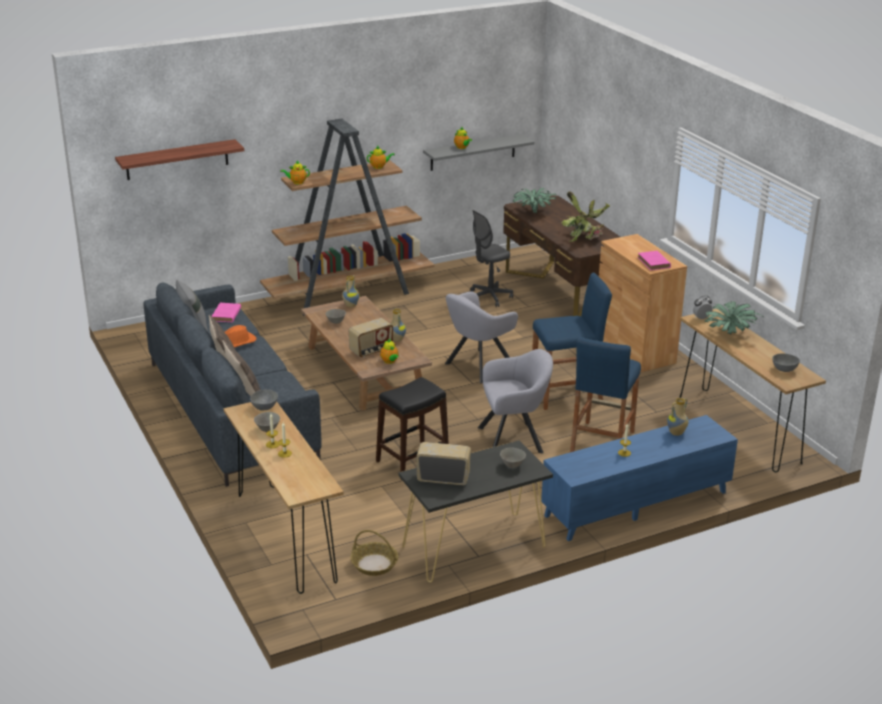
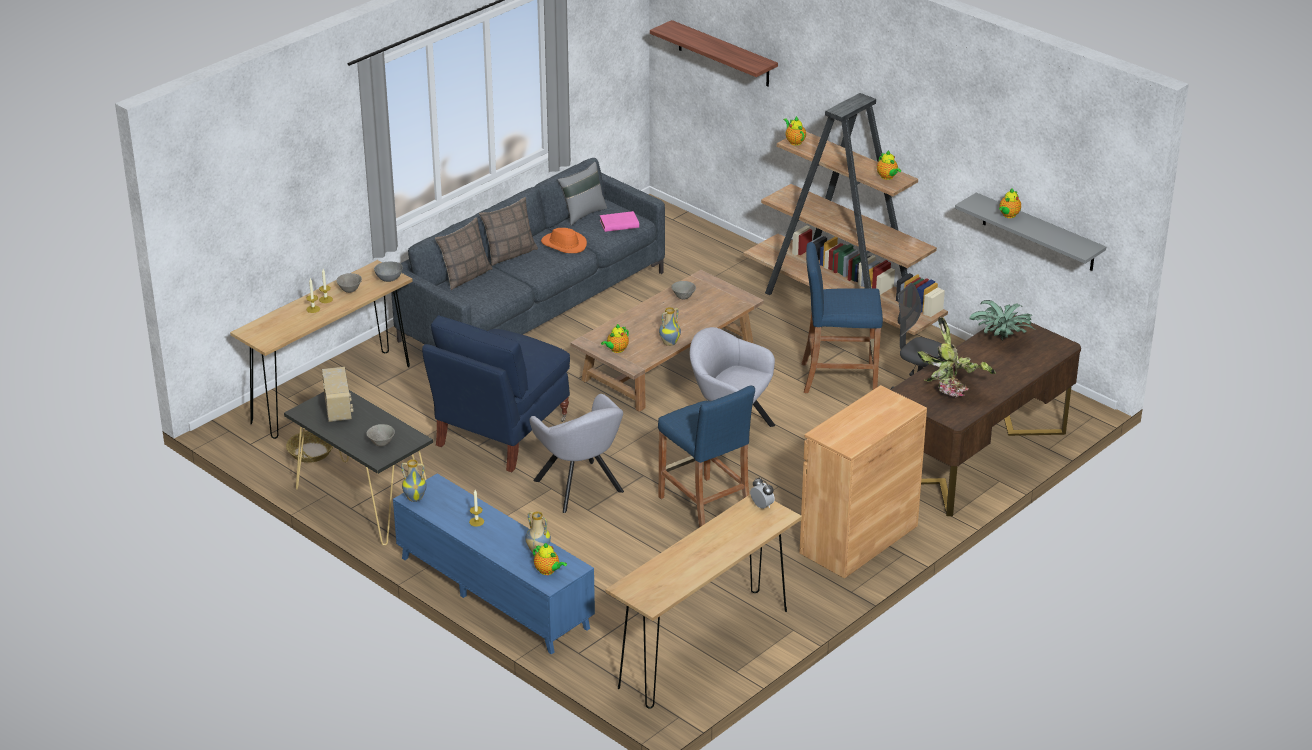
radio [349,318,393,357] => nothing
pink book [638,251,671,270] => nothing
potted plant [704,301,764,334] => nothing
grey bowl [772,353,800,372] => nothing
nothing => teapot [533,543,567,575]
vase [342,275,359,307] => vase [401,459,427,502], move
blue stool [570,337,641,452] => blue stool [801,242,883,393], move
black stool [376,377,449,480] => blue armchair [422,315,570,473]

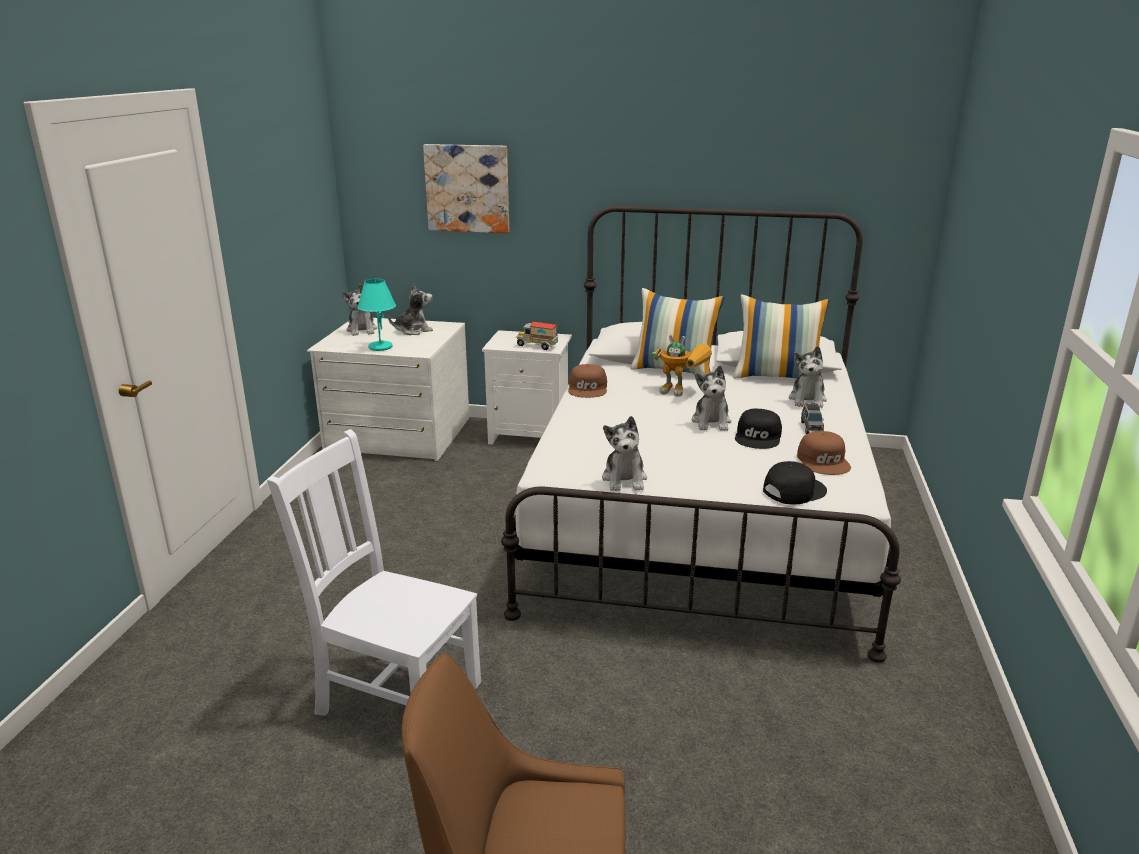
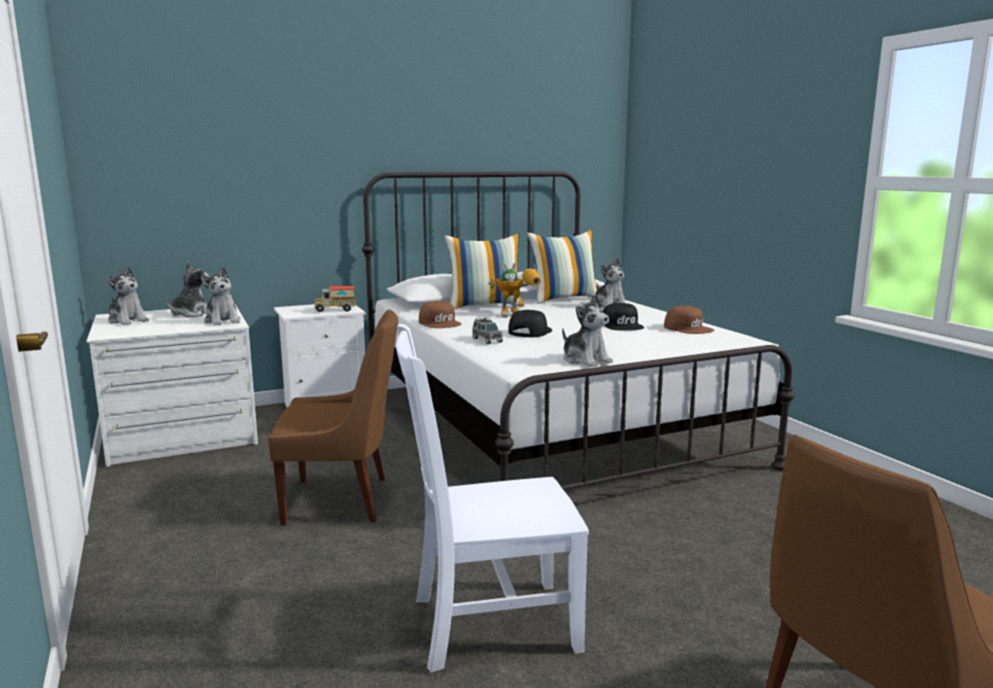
turquoise table lamp [357,279,396,351] => nothing
picture [423,144,509,233] => nothing
nothing => brown chair [268,309,398,526]
plush toy [692,366,731,431] => plush toy [201,267,241,326], move
black cap [763,461,827,505] => black cap [508,310,552,337], move
grey toy car [801,403,824,434] => grey toy car [472,318,503,344], move

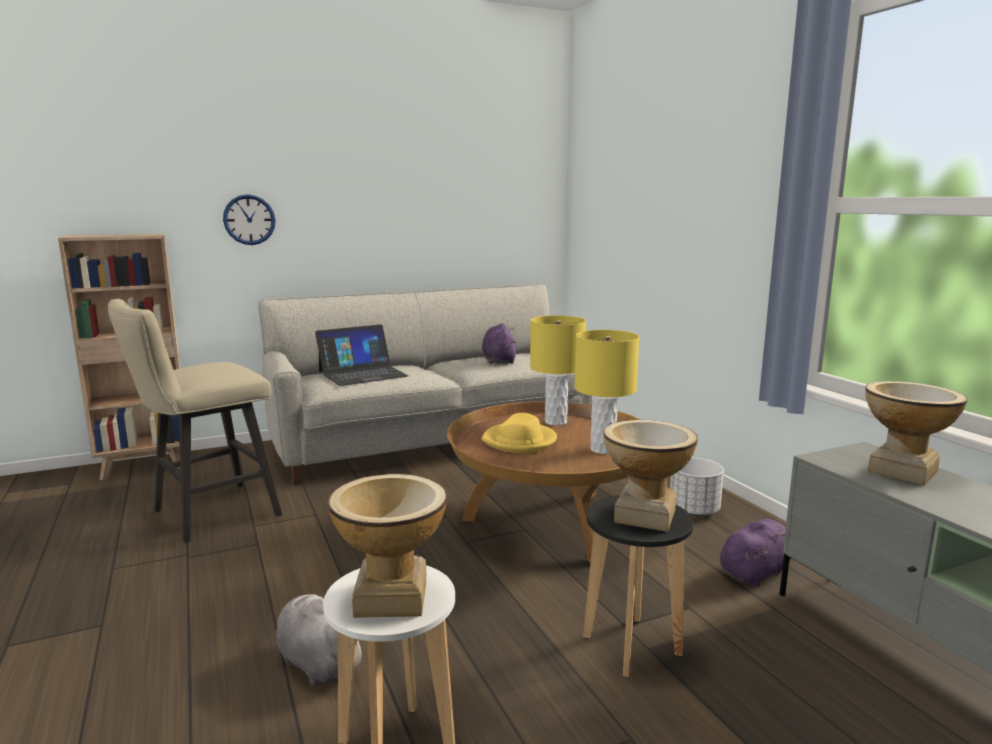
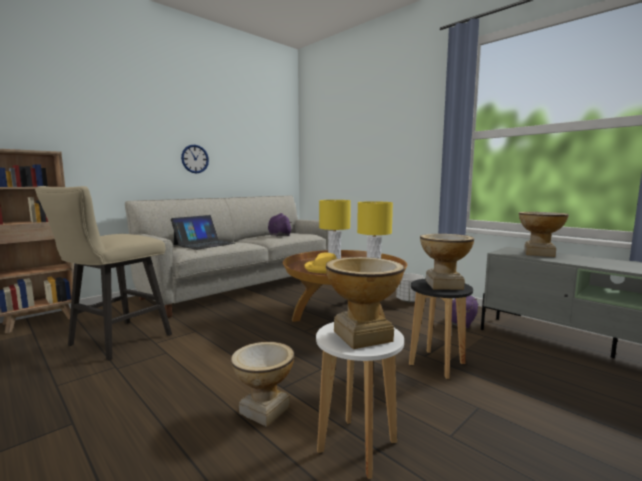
wall clock [223,194,276,245] => wall clock [181,145,209,173], move
grey plush toy [276,594,362,686] => vase [231,342,294,427]

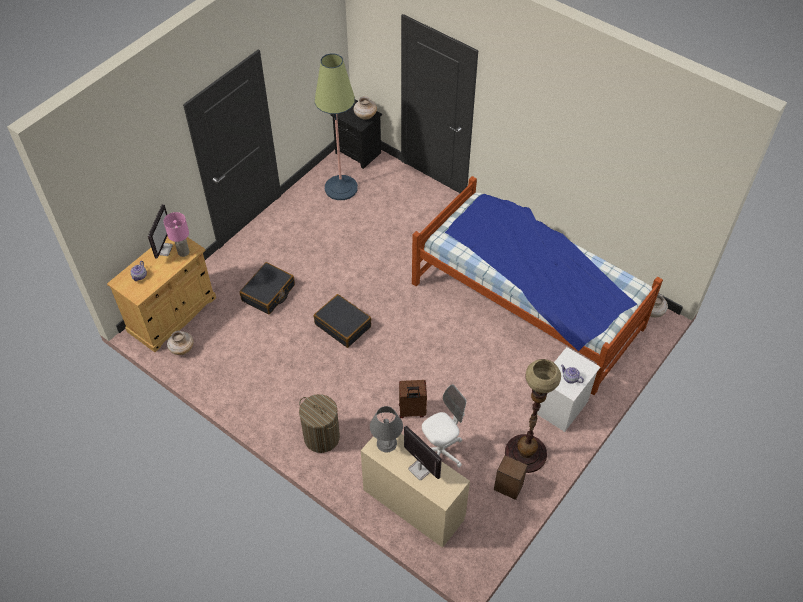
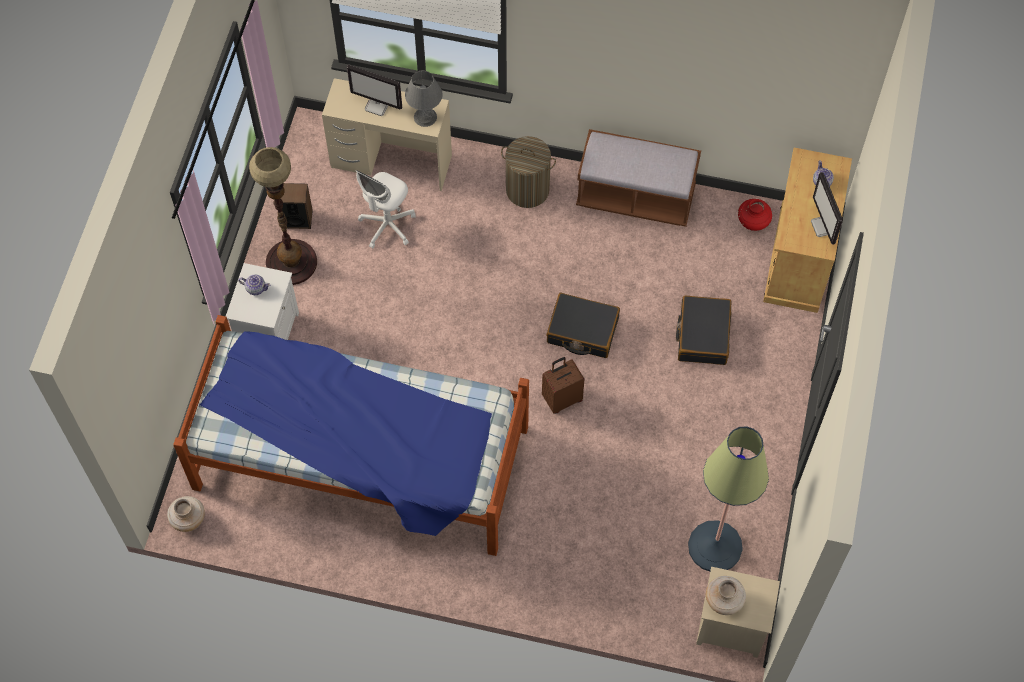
pink table lamp [164,212,189,257] => nothing
nothing => brown bench [576,129,701,227]
brown suitcase [399,380,427,418] => brown suitcase [542,357,584,414], move
beige vase [167,331,194,355] => red vase [738,199,772,231]
black nightstand [330,100,382,169] => beige nightstand [696,567,780,658]

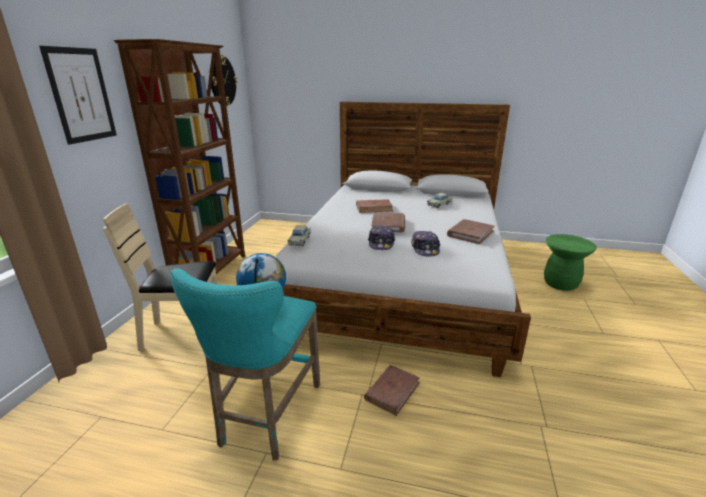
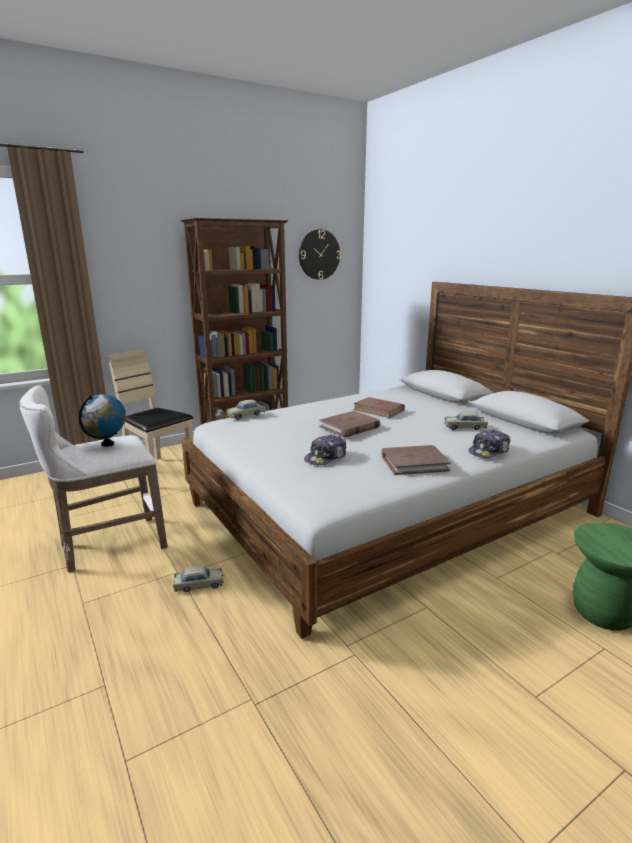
picture [39,46,117,145] => nothing
cap [368,225,395,250] => cap [468,429,510,458], move
brown book [364,365,420,416] => beige toy car [173,566,223,592]
turquoise stool [170,268,320,460] => white stool [19,385,168,573]

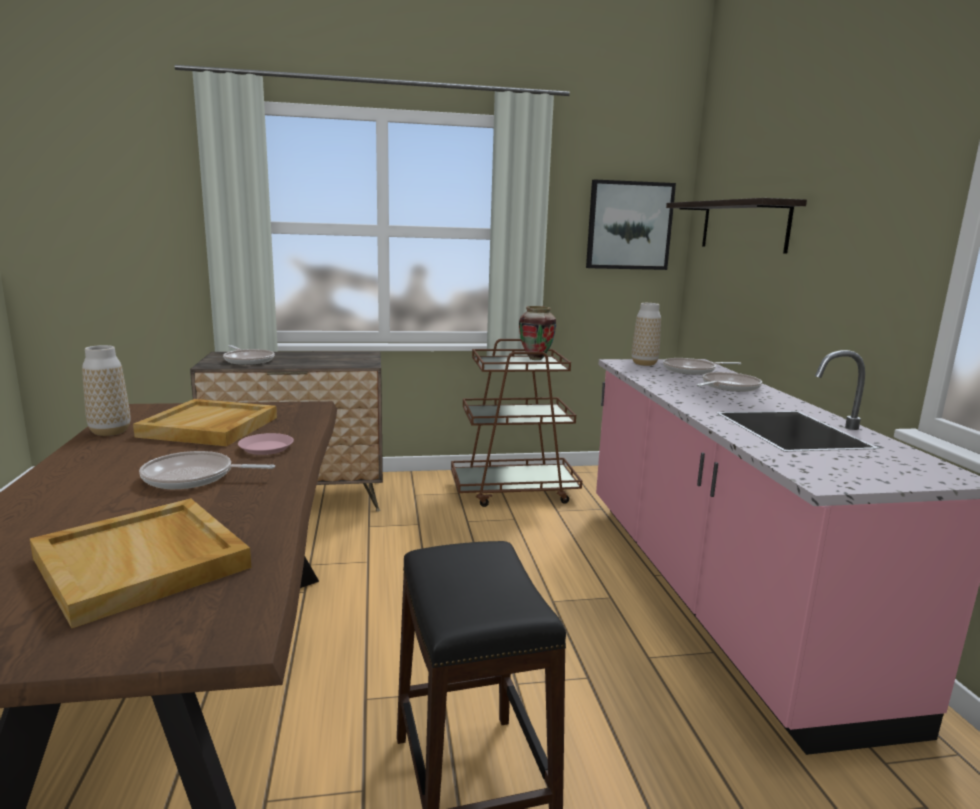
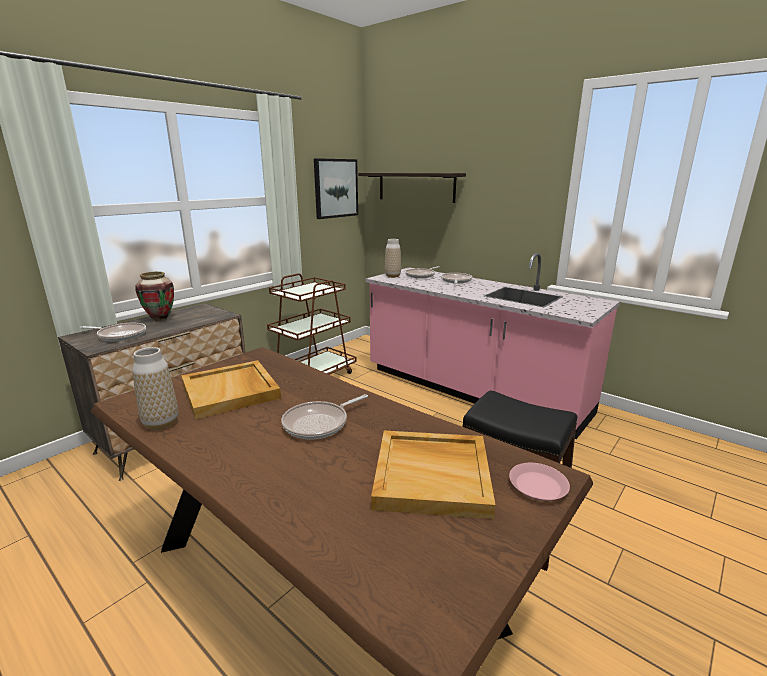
pink plate [238,433,294,455] => pink plate [509,463,570,501], move
vase [519,306,556,360] => vase [135,272,174,322], move

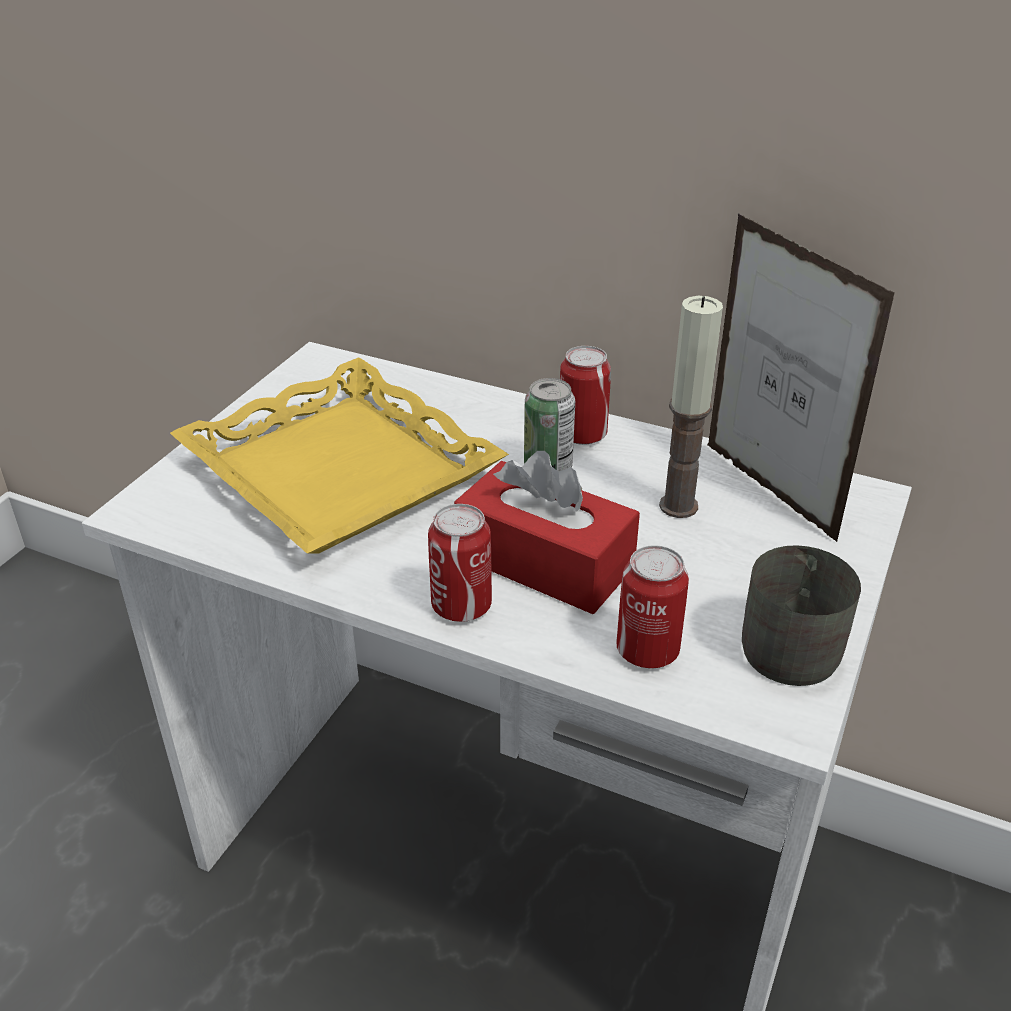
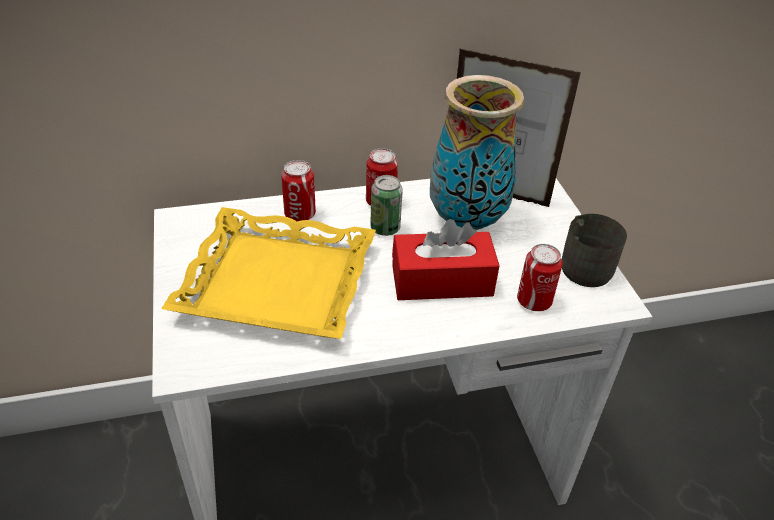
can [428,504,492,622] => can [281,160,316,221], move
candle [659,296,723,518] => vase [430,75,524,230]

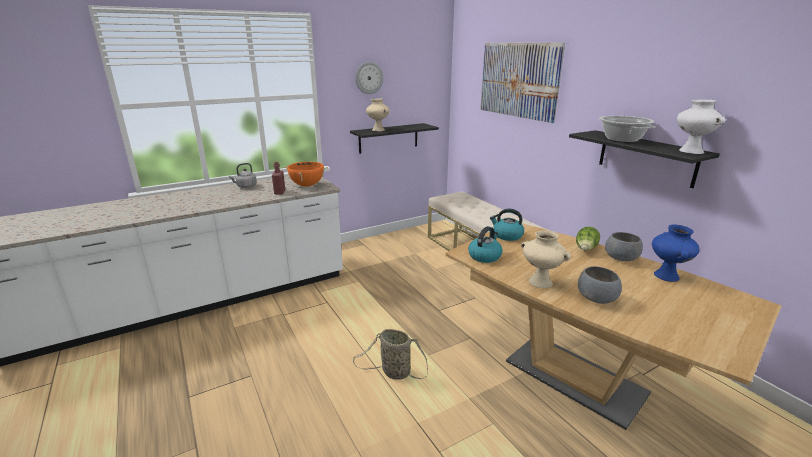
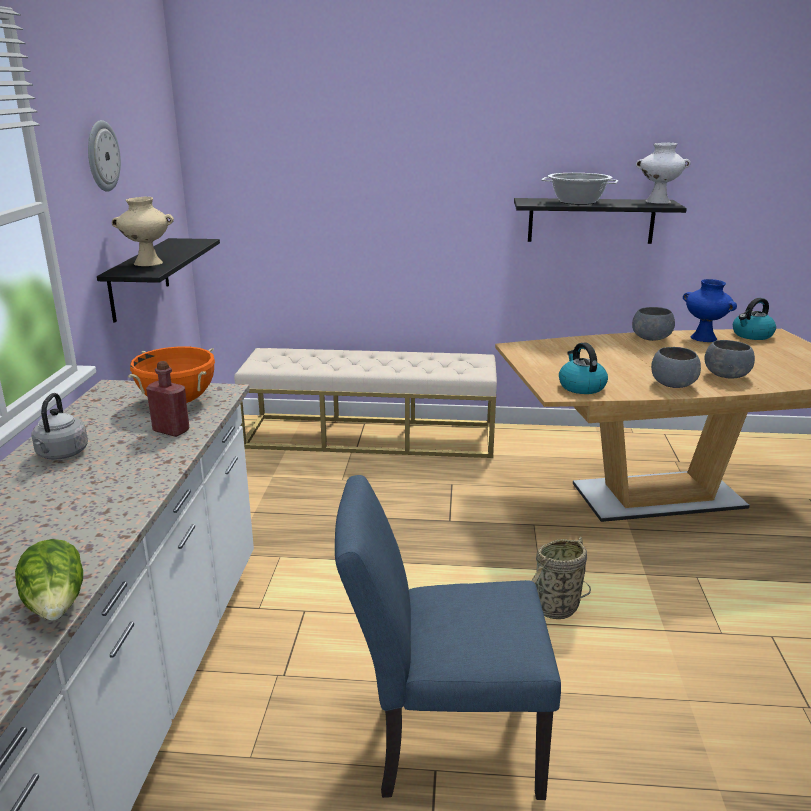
picture [480,43,565,123] => nothing
nothing => blue chair [335,475,561,800]
kettle [490,209,524,241] => kettle [733,298,776,340], move
lettuce [576,227,600,250] => lettuce [15,539,83,620], move
beige vase [521,230,572,288] => grey bowl [651,347,701,388]

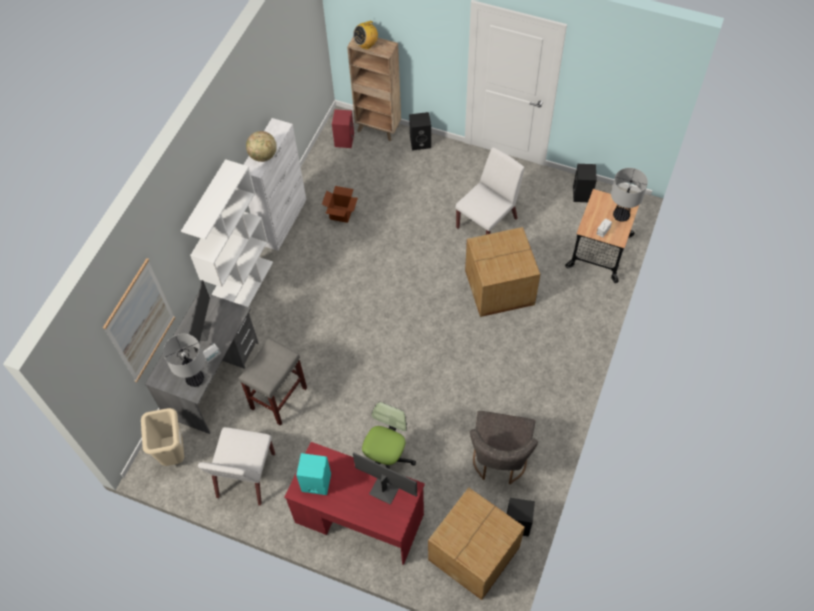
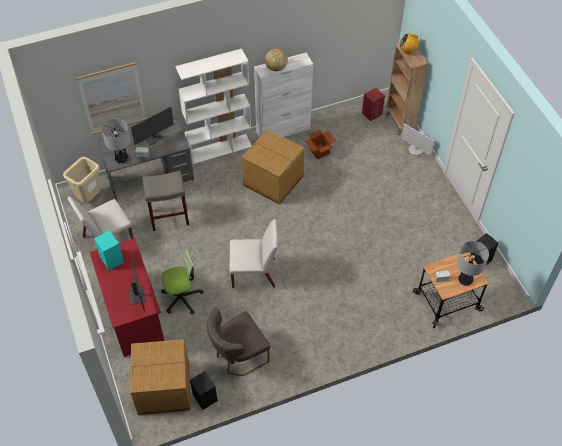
white chair [455,147,525,235] => white chair [229,219,278,288], move
cardboard box [465,227,540,317] => cardboard box [242,129,305,205], move
black speaker [409,112,431,150] => monitor [401,123,434,156]

